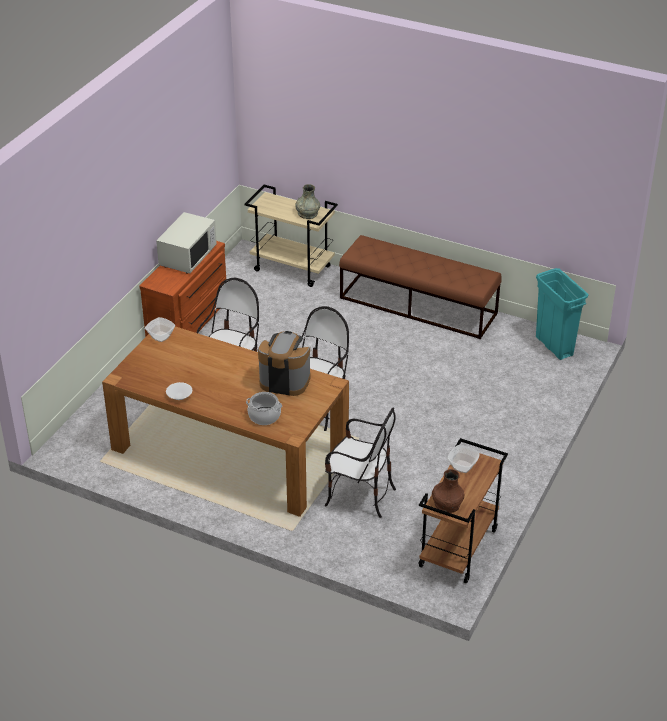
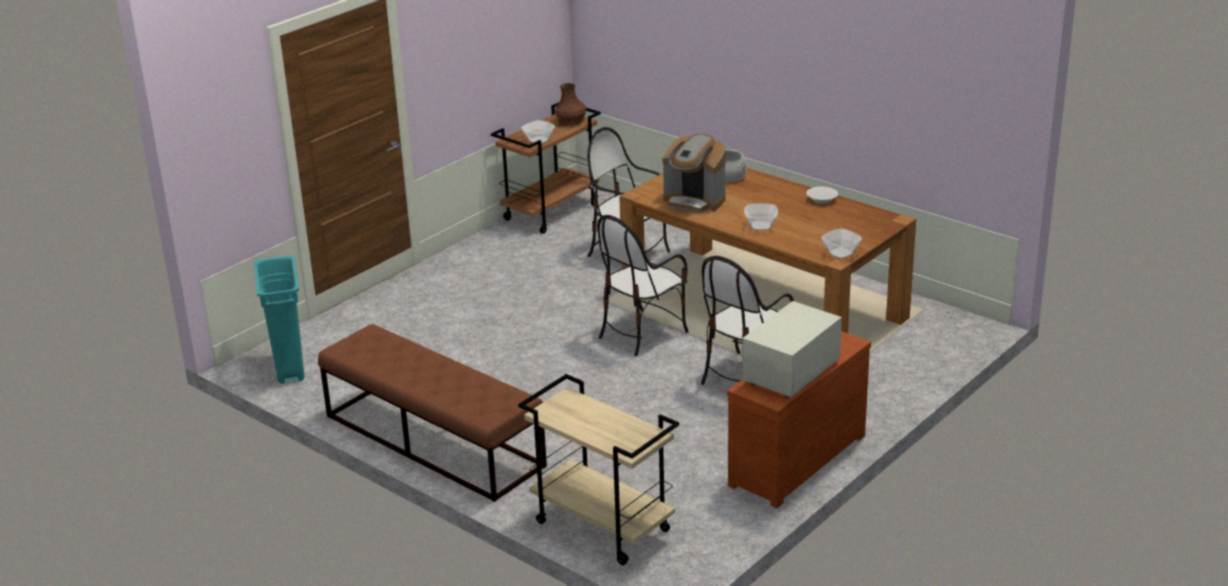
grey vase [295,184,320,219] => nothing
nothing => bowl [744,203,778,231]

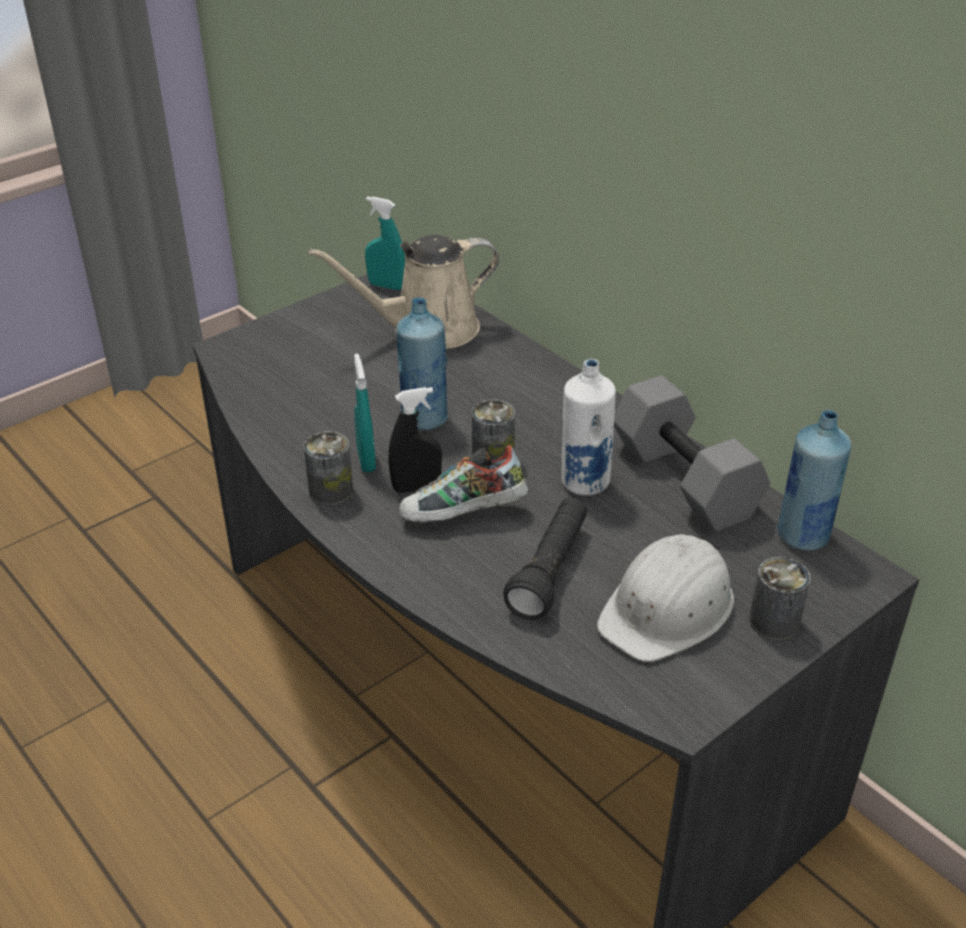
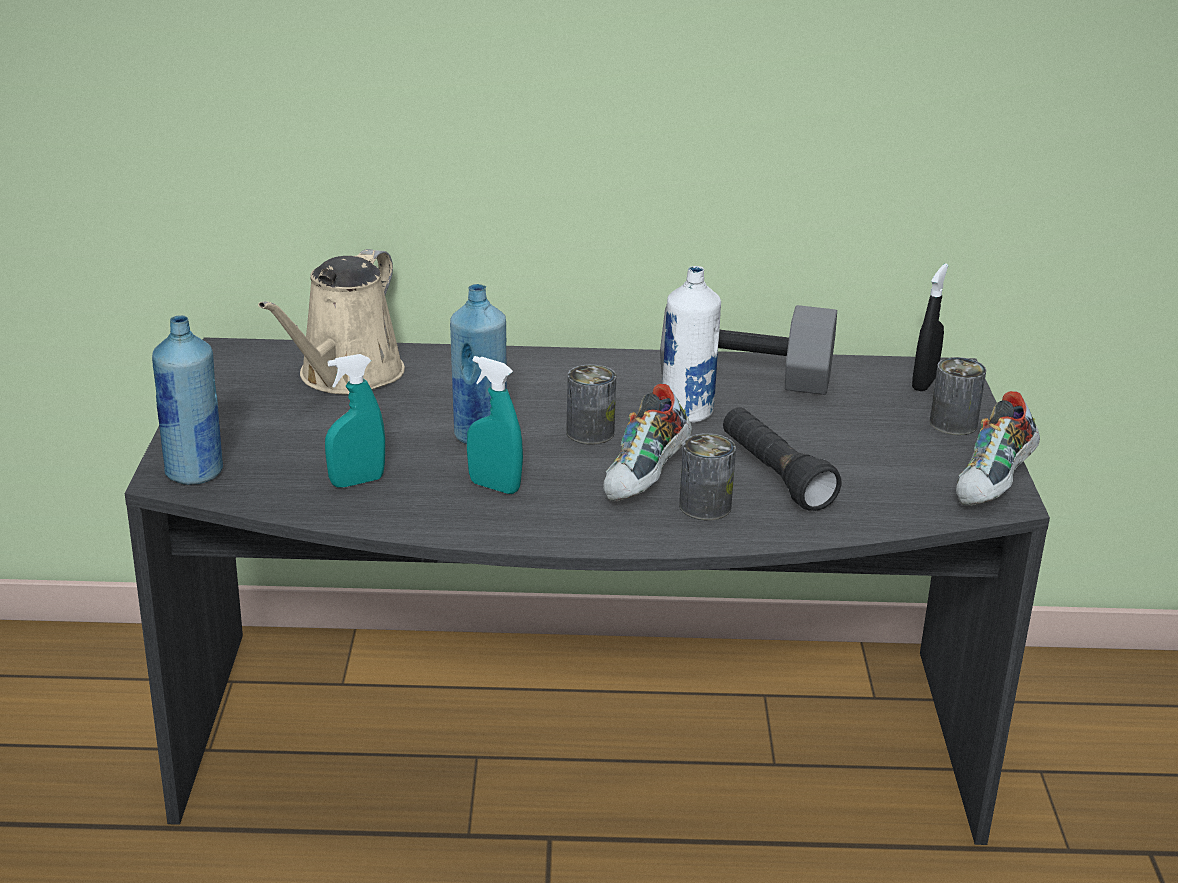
white hard hat [597,534,734,662] => nothing
nothing => shoe [956,391,1040,506]
can [304,431,353,505] => can [679,433,736,520], move
turquoise spray bottle [365,196,405,290] => turquoise spray bottle [325,354,385,488], move
black spray bottle [388,387,442,493] => black spray bottle [912,263,948,391], move
blue bottle [778,410,851,551] => blue bottle [152,315,223,485], move

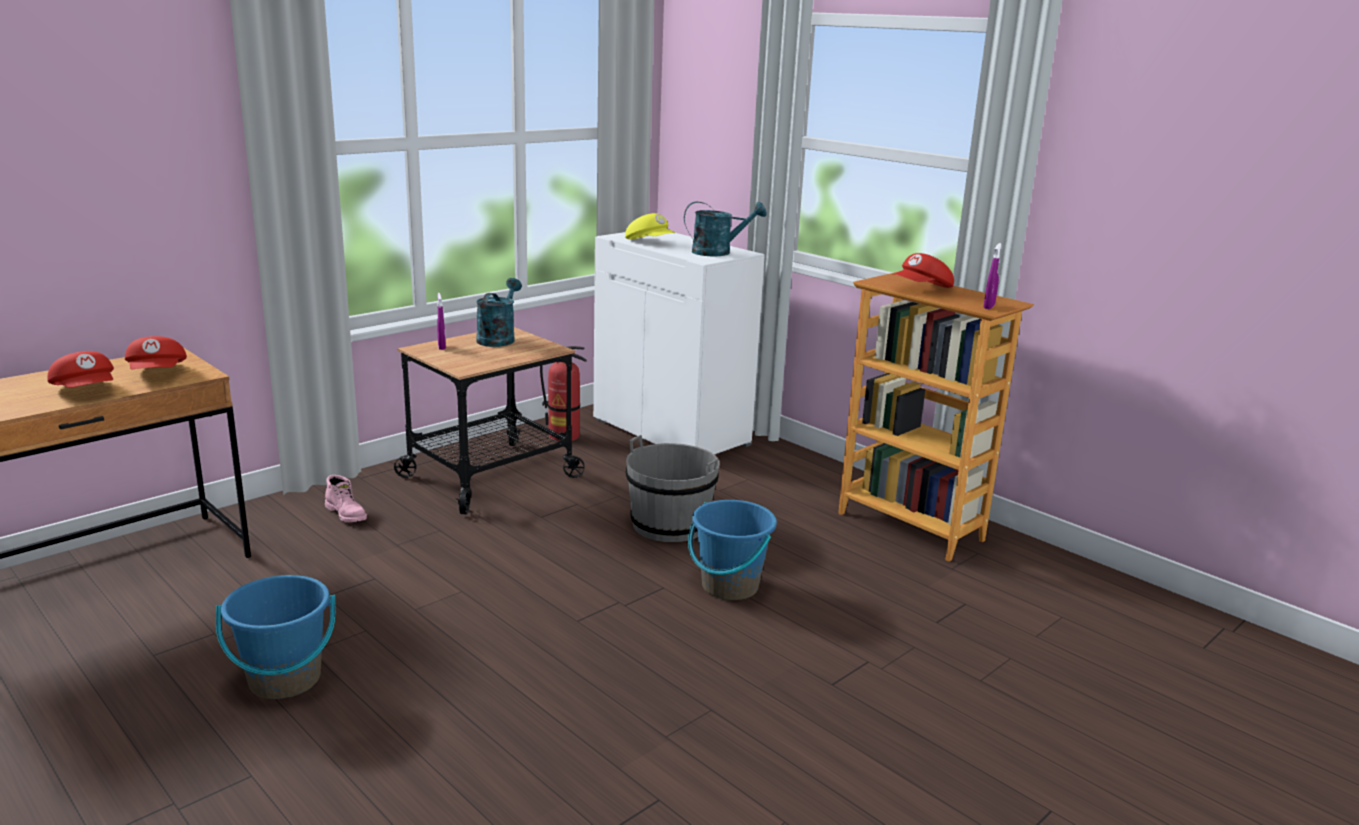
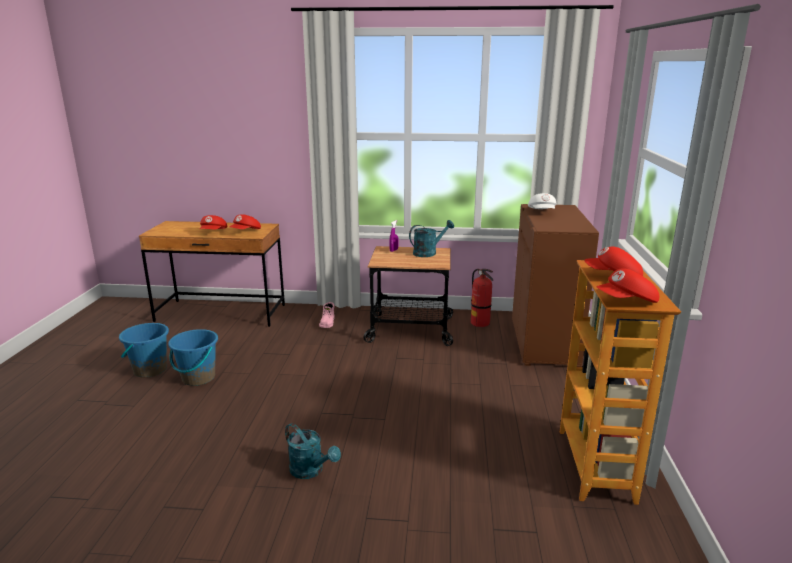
grey bucket [626,435,720,542] => nothing
turquoise watering can [684,202,767,256] => turquoise watering can [285,423,341,479], move
blue bucket [688,500,777,600] => blue bucket [119,323,169,378], move
purple spray bottle [984,243,1002,309] => red cap [596,268,659,303]
white cabinet [593,232,765,455] => brown cabinet [512,204,599,367]
yellow cap [625,213,675,239] => white cap [528,193,557,209]

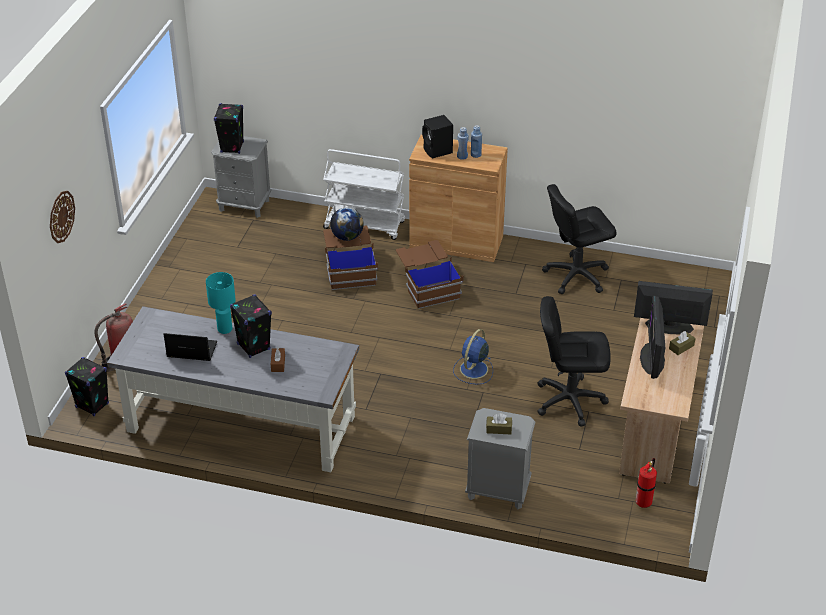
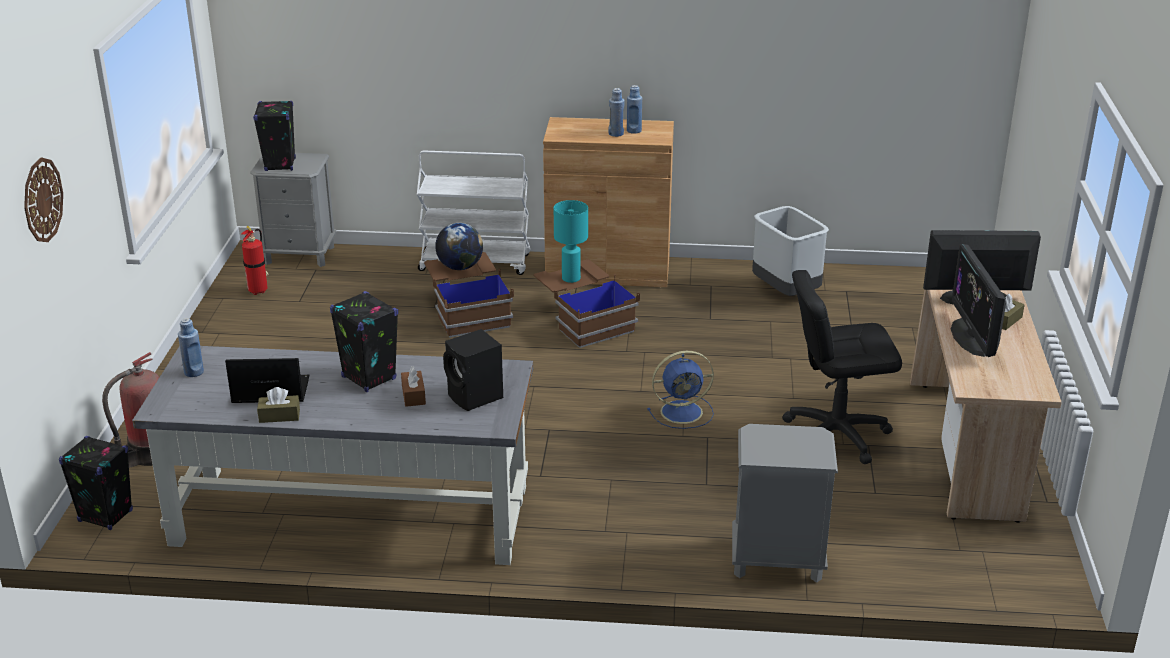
nothing => blue bottle [178,318,204,377]
turquoise table lamp [206,272,236,334] => turquoise table lamp [554,200,588,283], move
black speaker [422,115,453,159] => black speaker [443,329,503,411], move
brown tissue box [486,413,512,434] => brown tissue box [257,387,300,423], move
fire extinguisher [636,458,657,508] => fire extinguisher [241,226,268,295], move
black office chair [542,184,617,294] => grey trash can [752,206,829,296]
blue fan [453,329,493,384] => blue fan [647,351,714,429], 120 degrees counterclockwise

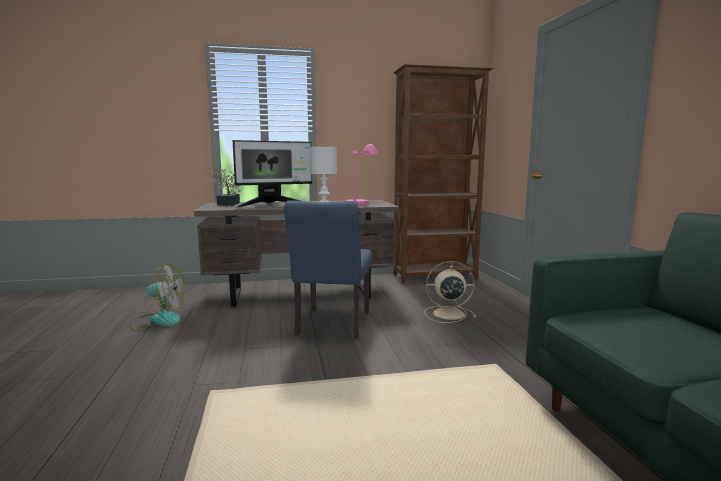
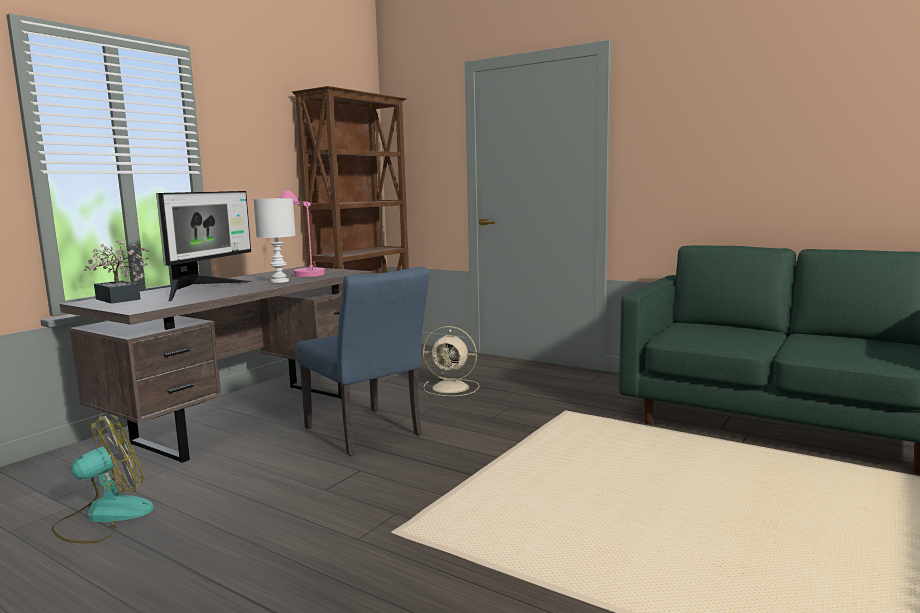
beige fan [424,261,476,323] => beige fan [423,326,479,396], 120 degrees counterclockwise

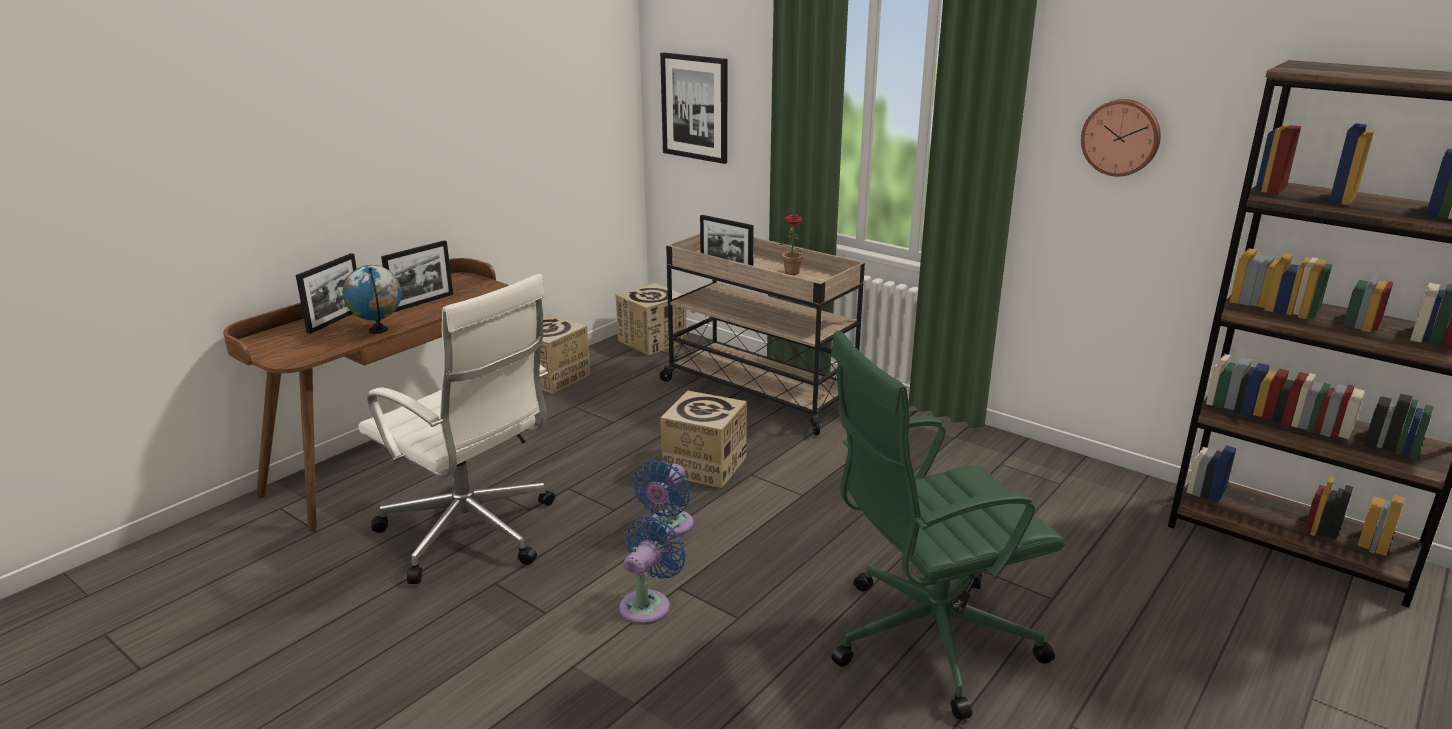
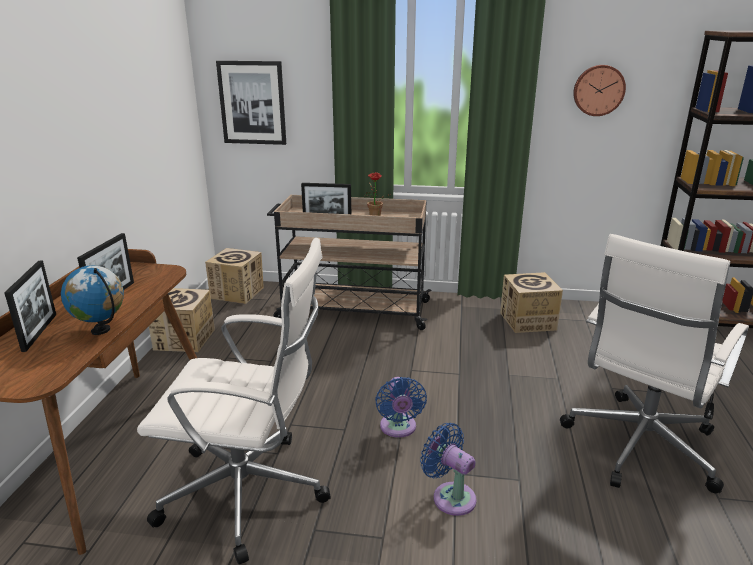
cardboard box [660,391,747,488] => cardboard box [500,272,563,333], move
green office chair [831,331,1065,720] => white office chair [560,234,749,493]
blue fan [619,515,686,625] => blue fan [420,423,477,516], 45 degrees counterclockwise

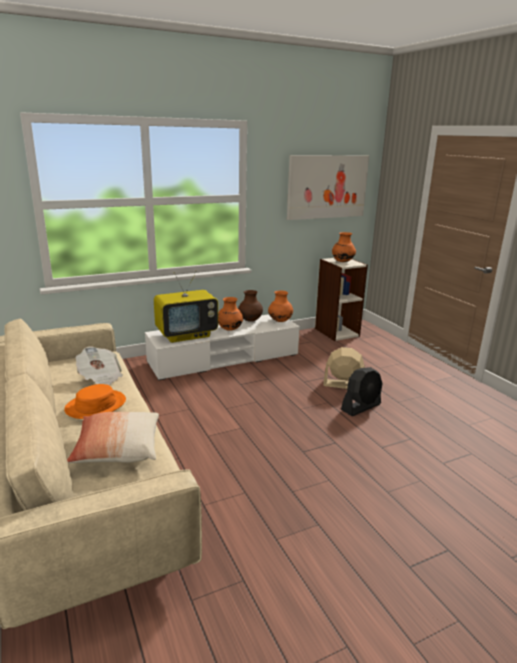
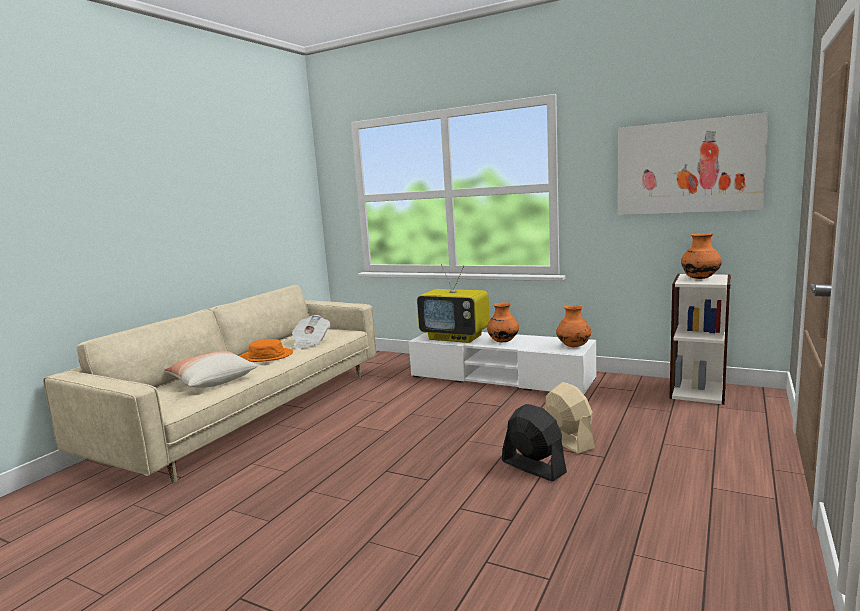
brown vase [238,290,263,322] => nothing
black fan [341,367,383,416] => black fan [502,404,567,481], 150 degrees counterclockwise

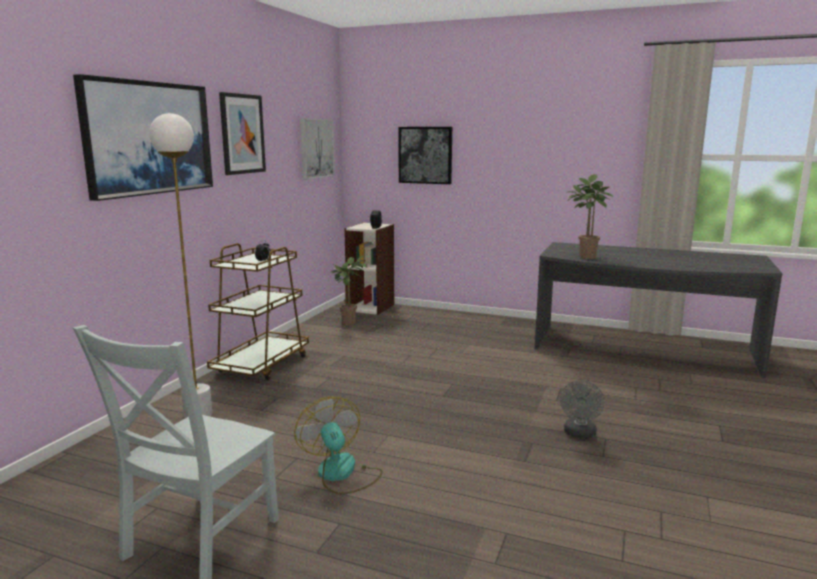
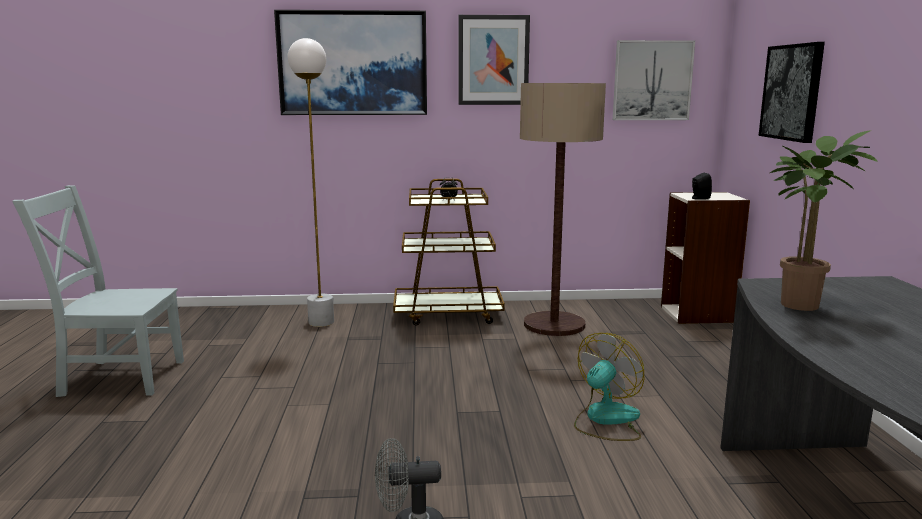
potted plant [331,255,367,325] => nothing
nothing => floor lamp [520,83,606,336]
fan [294,397,383,495] => fan [574,333,645,441], move

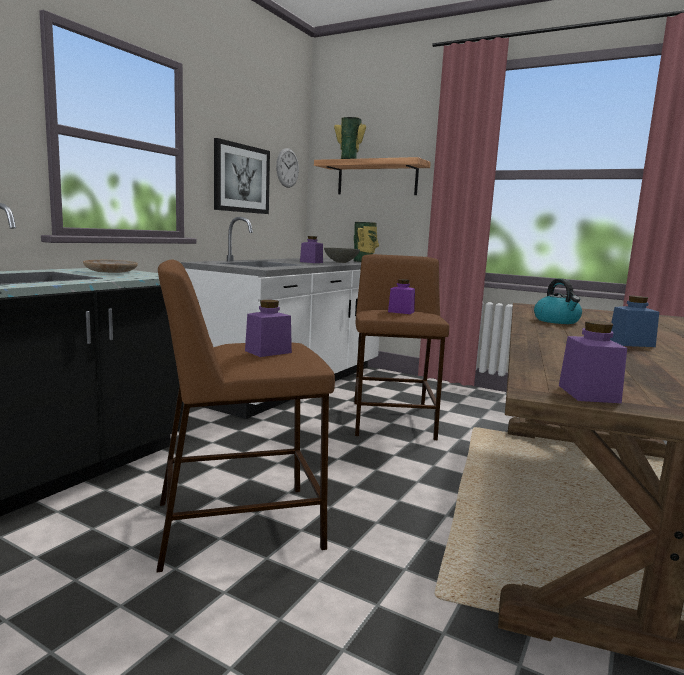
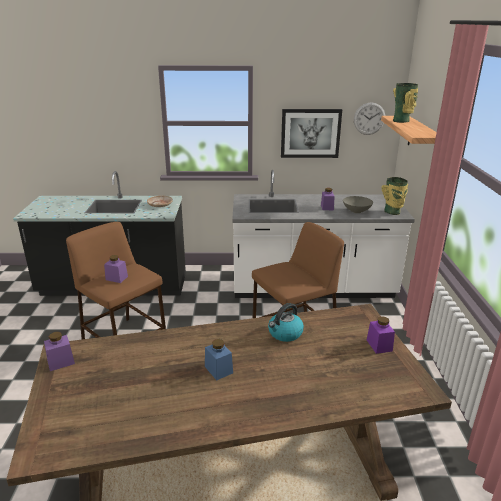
purple jar [388,279,415,314] => purple jar [367,316,395,354], move

